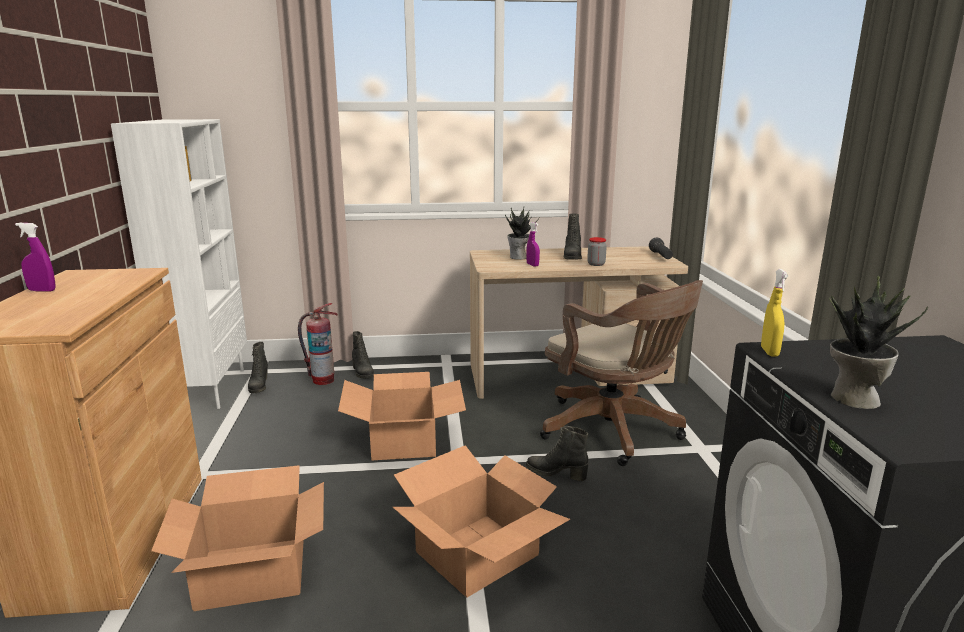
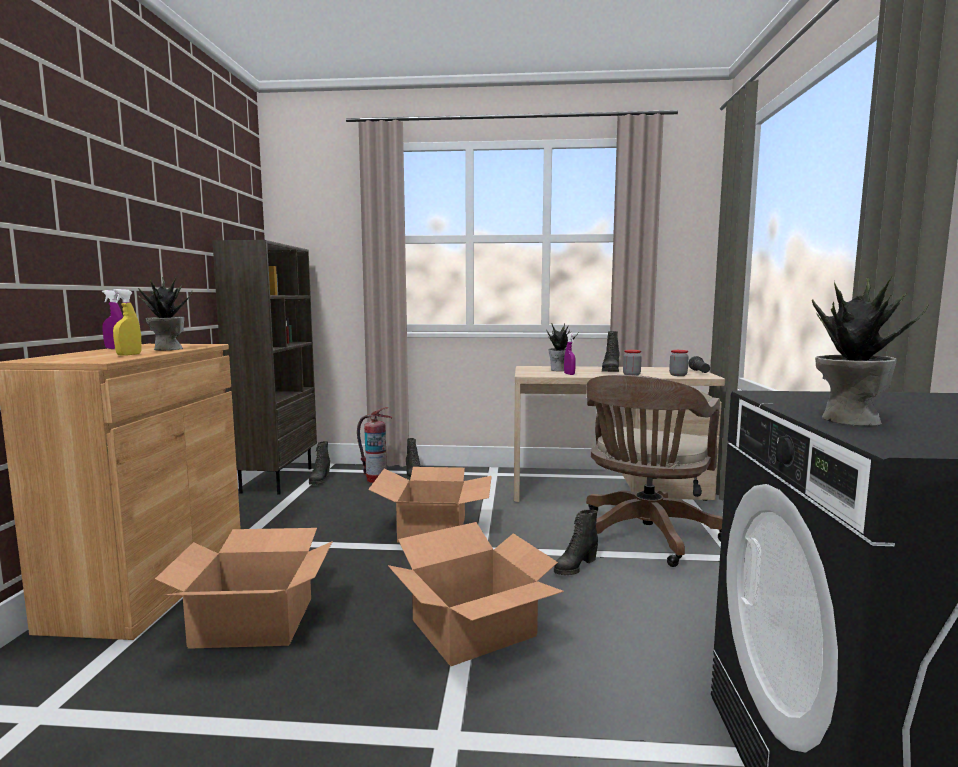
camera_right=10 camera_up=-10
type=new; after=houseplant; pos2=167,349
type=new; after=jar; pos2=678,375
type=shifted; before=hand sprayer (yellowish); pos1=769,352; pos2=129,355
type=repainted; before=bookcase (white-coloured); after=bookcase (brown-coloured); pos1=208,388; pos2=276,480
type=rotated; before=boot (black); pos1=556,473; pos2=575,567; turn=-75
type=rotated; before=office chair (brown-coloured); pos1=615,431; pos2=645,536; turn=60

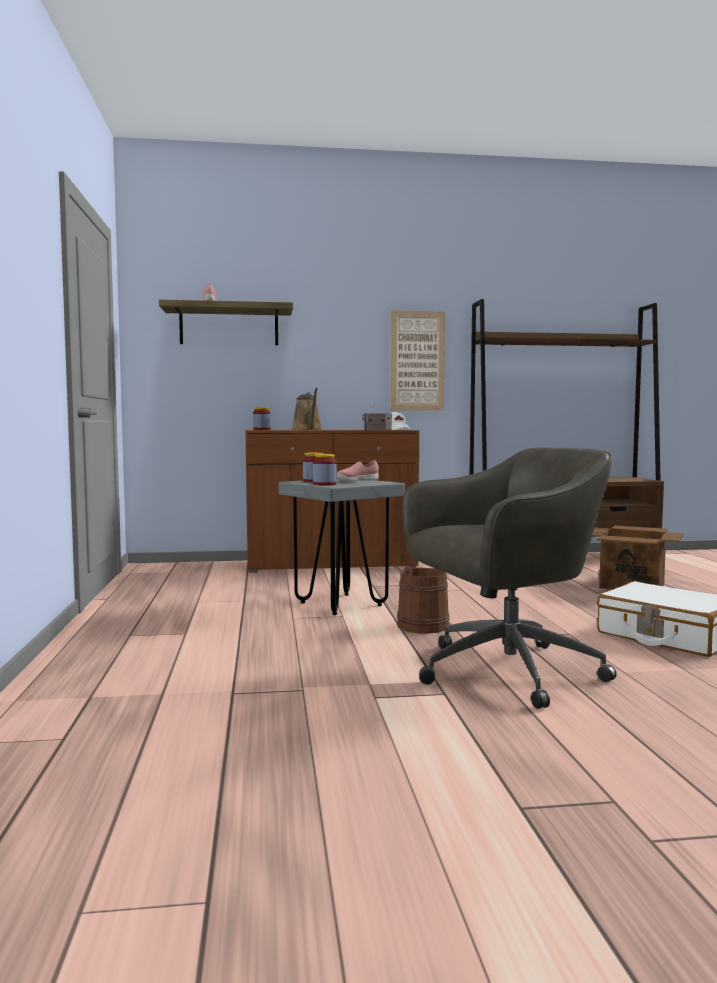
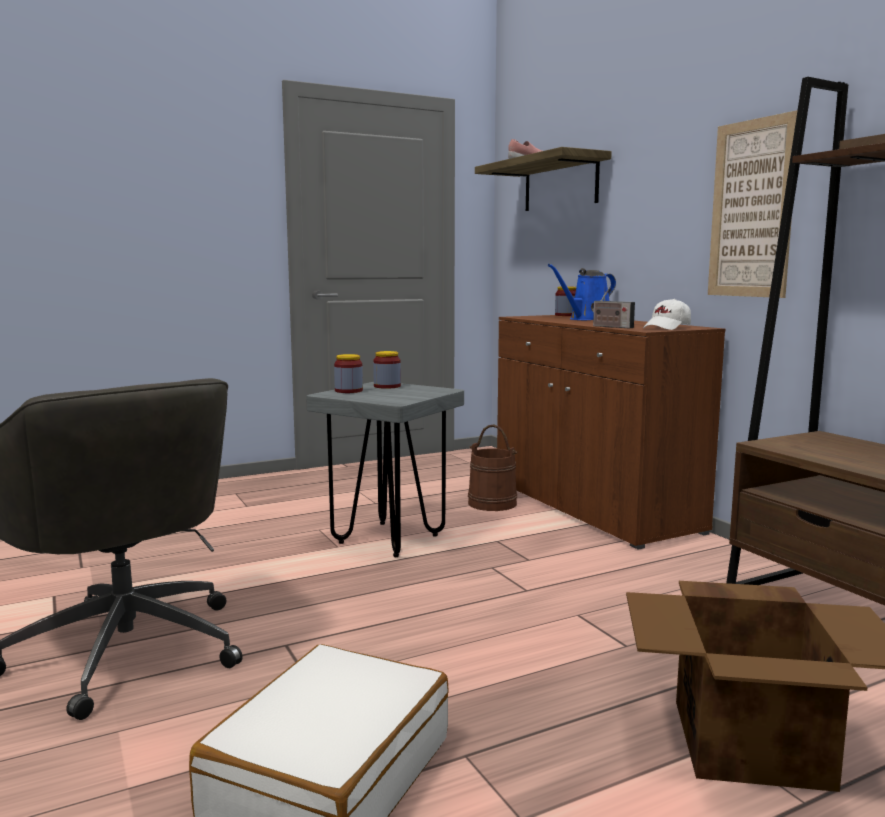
camera_right=70 camera_up=5
type=gone; before=item of footwear (pink); pos1=357,481
type=shifted; before=bucket (brown-coloured); pos1=422,625; pos2=492,503
type=repainted; before=watering pot (brown-coloured); after=watering pot (blue); pos1=308,429; pos2=587,319

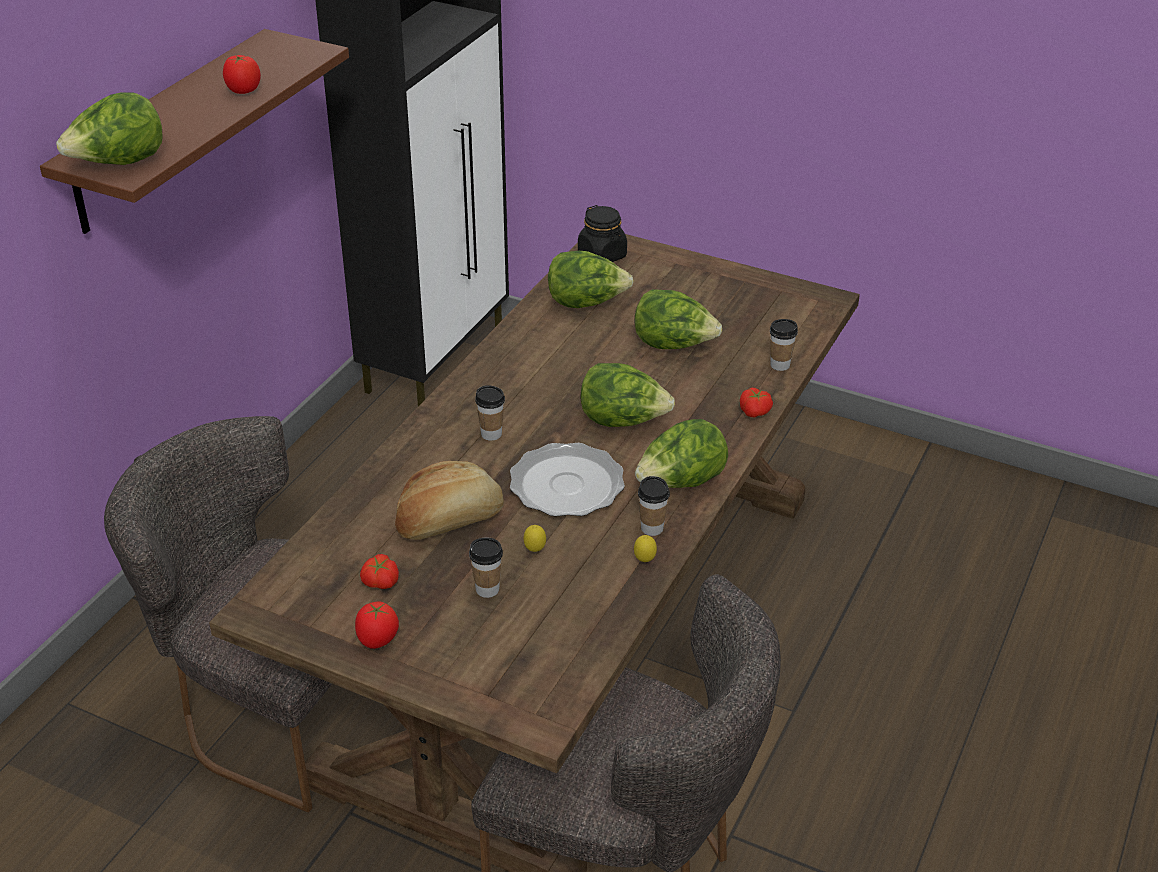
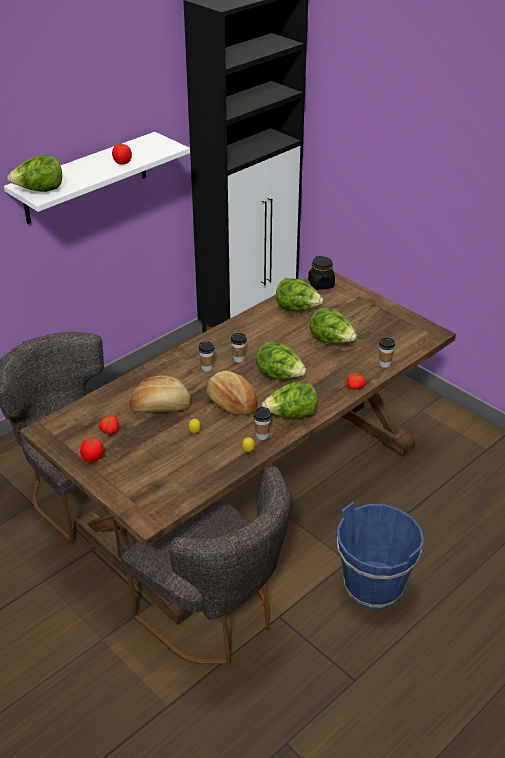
camera_right=20 camera_up=0
type=new; after=bucket (blue); pos2=374,586
type=shifted; before=drinking cup; pos1=487,589; pos2=238,359
type=swapped; before=plate; after=baked bread; pos1=567,484; pos2=231,403
type=repainted; before=wall shelf (brown-coloured); after=wall shelf (white-coloured); pos1=168,132; pos2=85,178

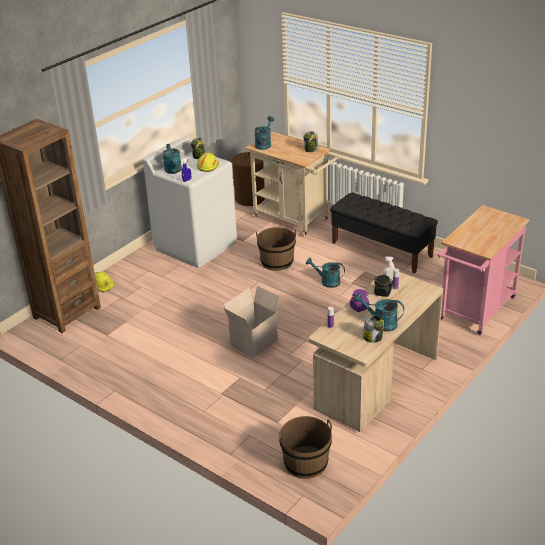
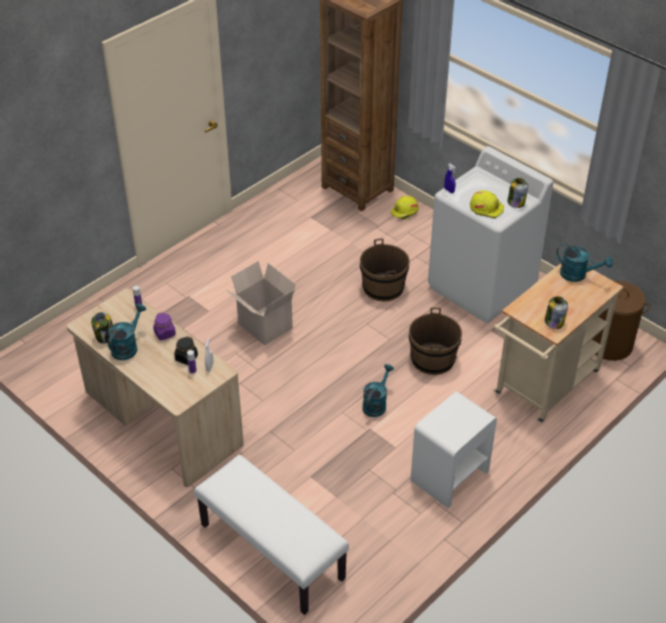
camera_right=95 camera_up=10
type=gone; before=watering pot (turquoise); pos1=174,171
type=shifted; before=bucket (brown-coloured); pos1=305,462; pos2=383,288
type=swapped; before=bench (black); after=night table (white-coloured); pos1=382,250; pos2=449,476
type=swapped; before=trolley (pink); after=bench (white-coloured); pos1=474,312; pos2=270,552

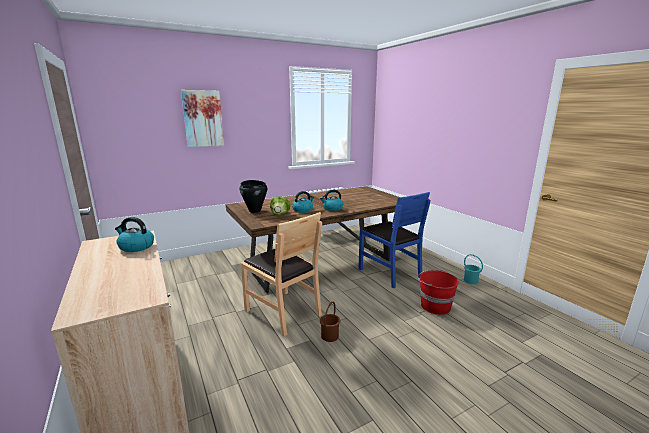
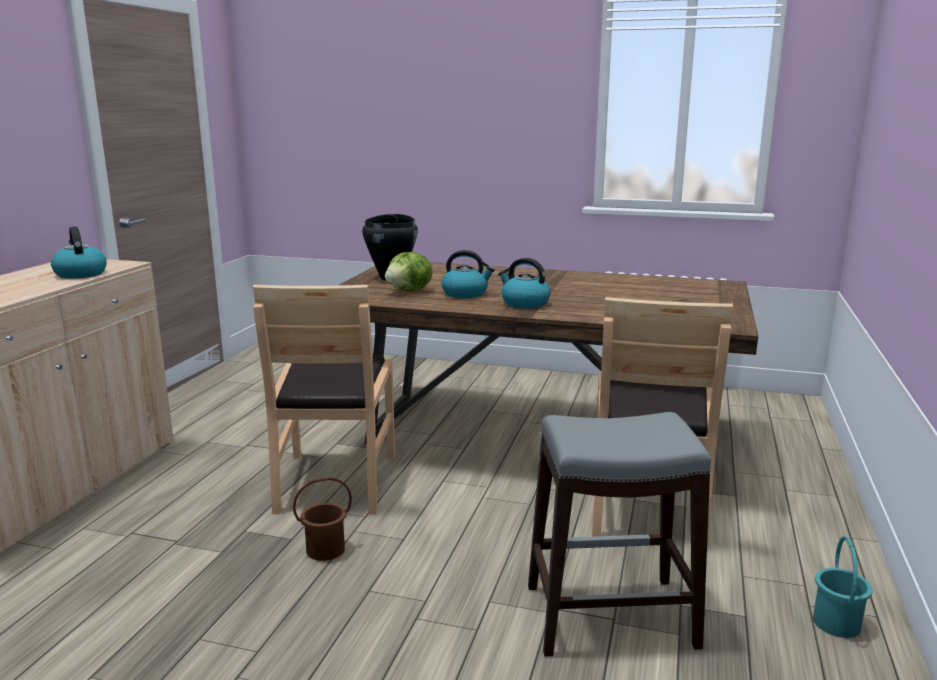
camera_right=45 camera_up=0
type=gone; before=wall picture; pos1=203,118
type=swapped; before=bucket (red-coloured); after=stool (grey); pos1=434,306; pos2=611,616
type=repainted; before=chair (blue); after=chair (brown-coloured); pos1=389,272; pos2=647,509

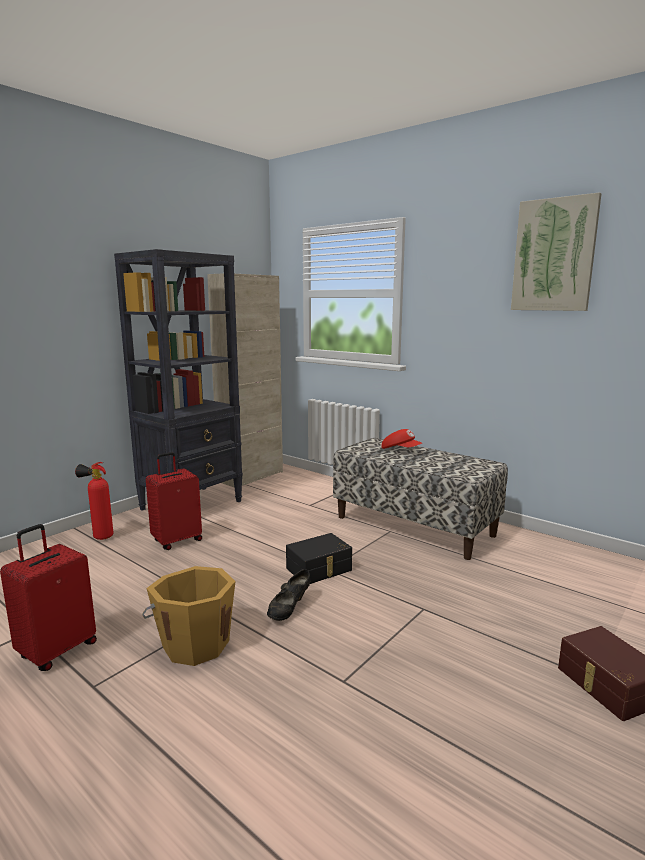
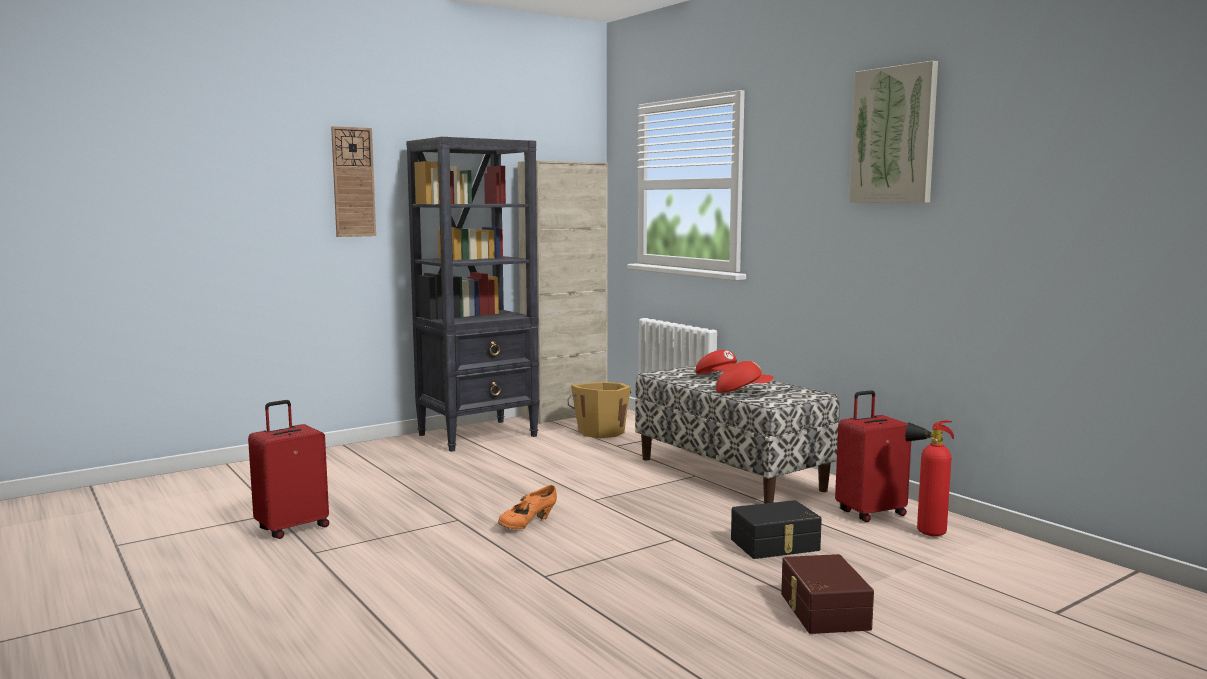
camera_right=15 camera_up=-5
type=new; after=clock on the wall; pos2=353,182
type=new; after=cap (red-coloured); pos2=742,391
type=shifted; before=fire-fighting cylinder; pos1=99,537; pos2=924,532
type=shifted; before=bucket (orange); pos1=195,643; pos2=600,432
type=shifted; before=piece of luggage (red-coloured); pos1=177,540; pos2=870,513
type=shifted; before=storage box (black); pos1=319,569; pos2=776,545
type=repainted; before=item of footwear (black); after=item of footwear (orange); pos1=289,609; pos2=527,524

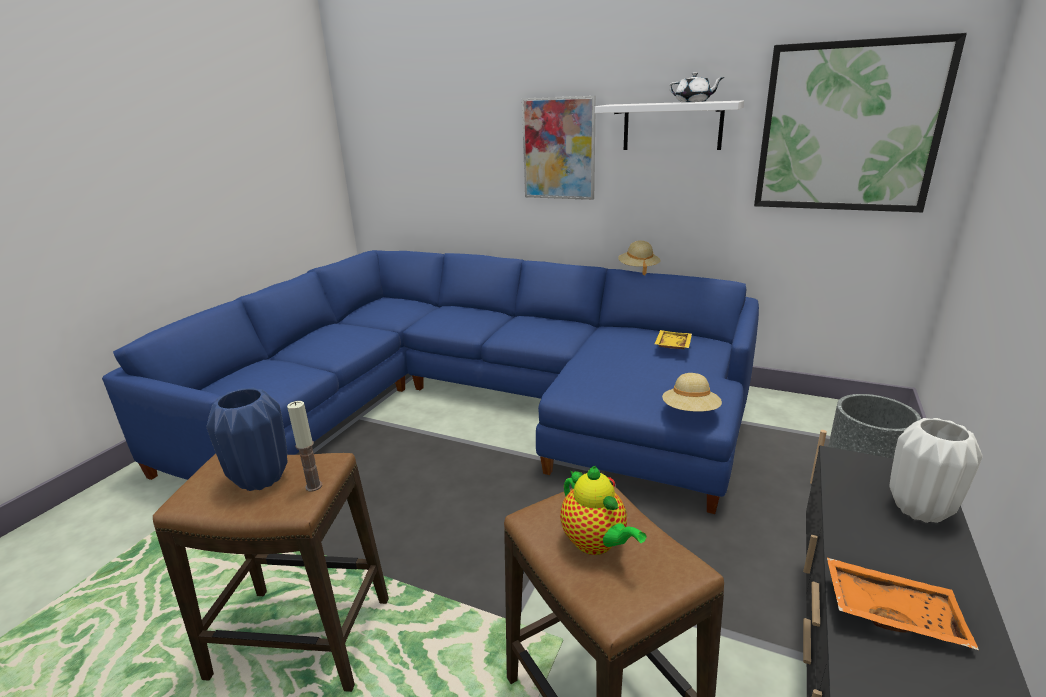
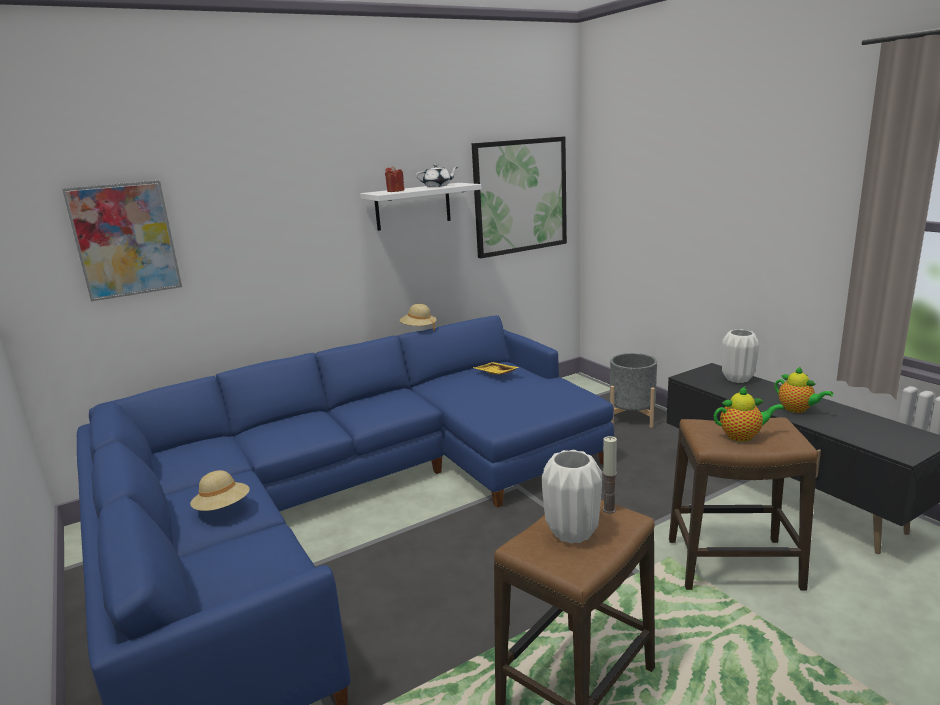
camera_right=-55 camera_up=-5
type=new; after=candle (red-coloured); pos2=395,191
type=shifted; before=wall picture; pos1=559,149; pos2=125,240
type=shifted; before=hat (beige-coloured); pos1=690,412; pos2=223,508
type=swapped; before=tray (orange); after=pot for tea; pos1=892,611; pos2=797,409
type=repainted; before=vase (blue); after=vase (white-coloured); pos1=262,478; pos2=572,532

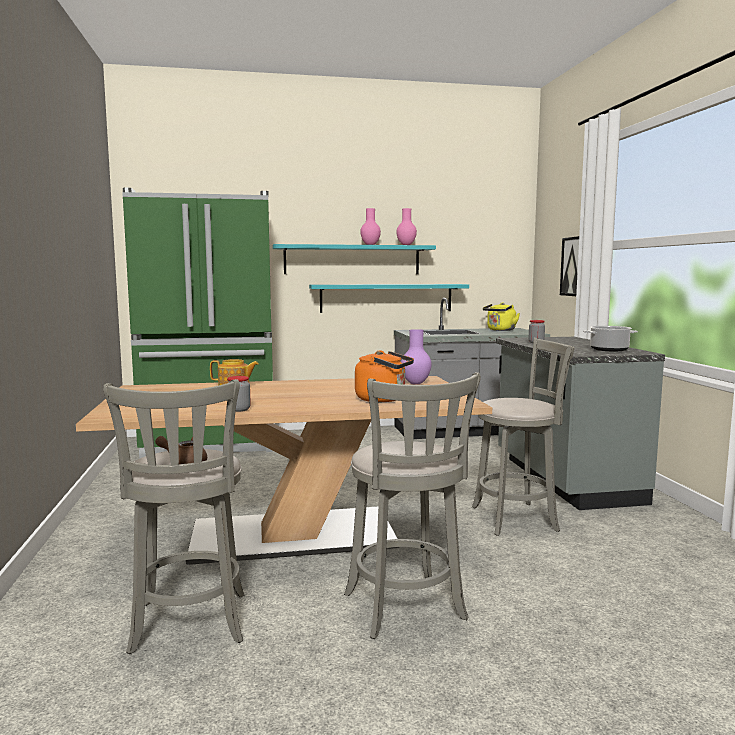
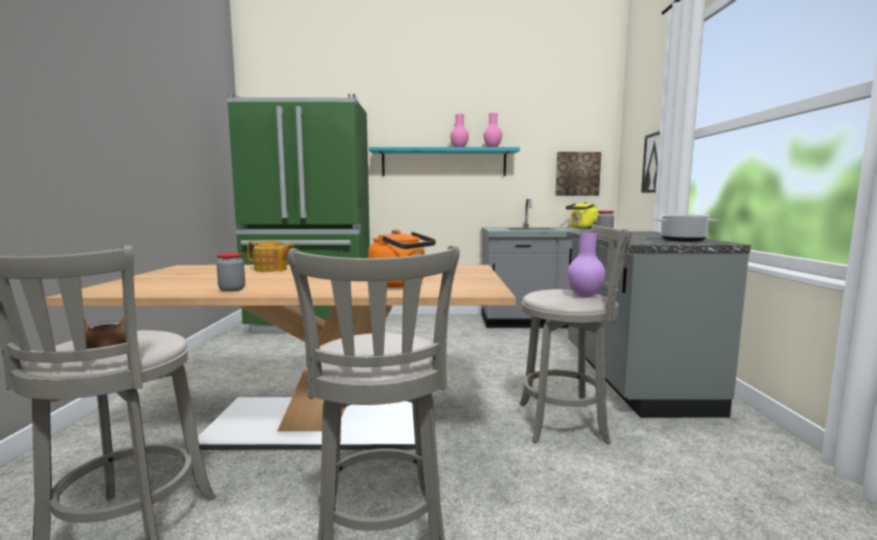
camera_right=10 camera_up=0
type=gone; before=wall shelf (turquoise); pos1=386,298
type=new; after=wall picture; pos2=577,174
type=shifted; before=vase (purple); pos1=415,383; pos2=584,296

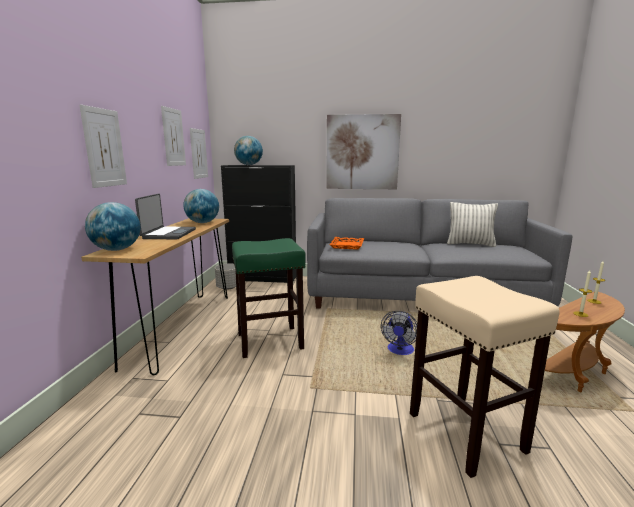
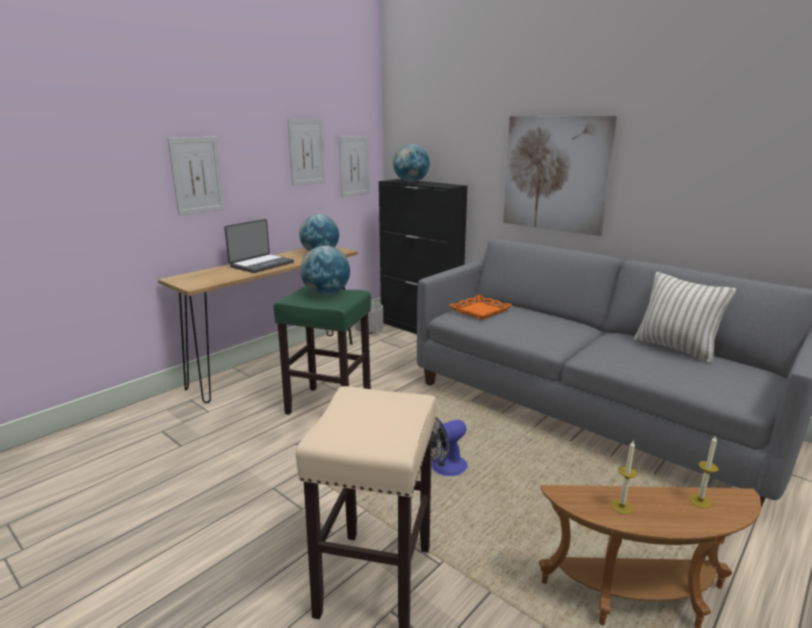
camera_right=35 camera_up=5
type=shifted; before=world globe; pos1=117,250; pos2=326,294

